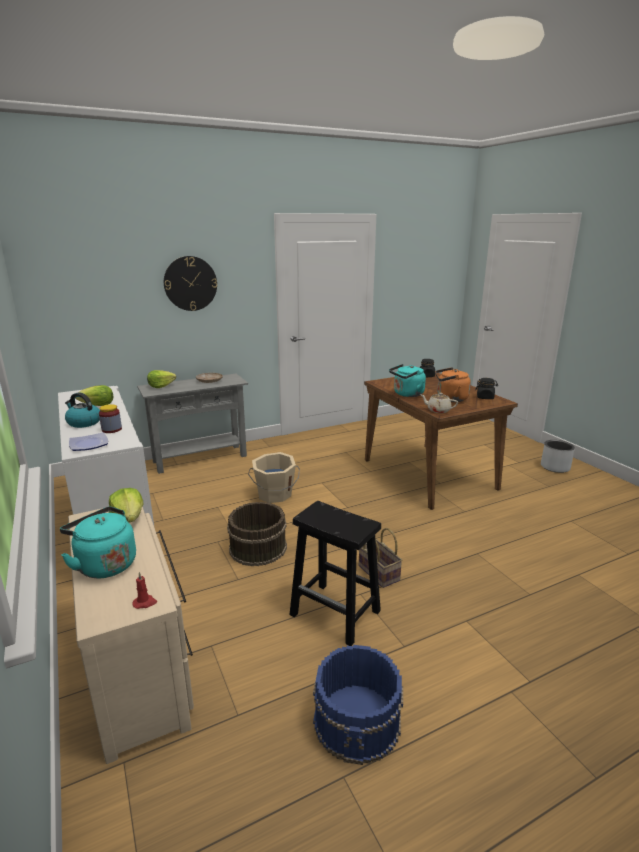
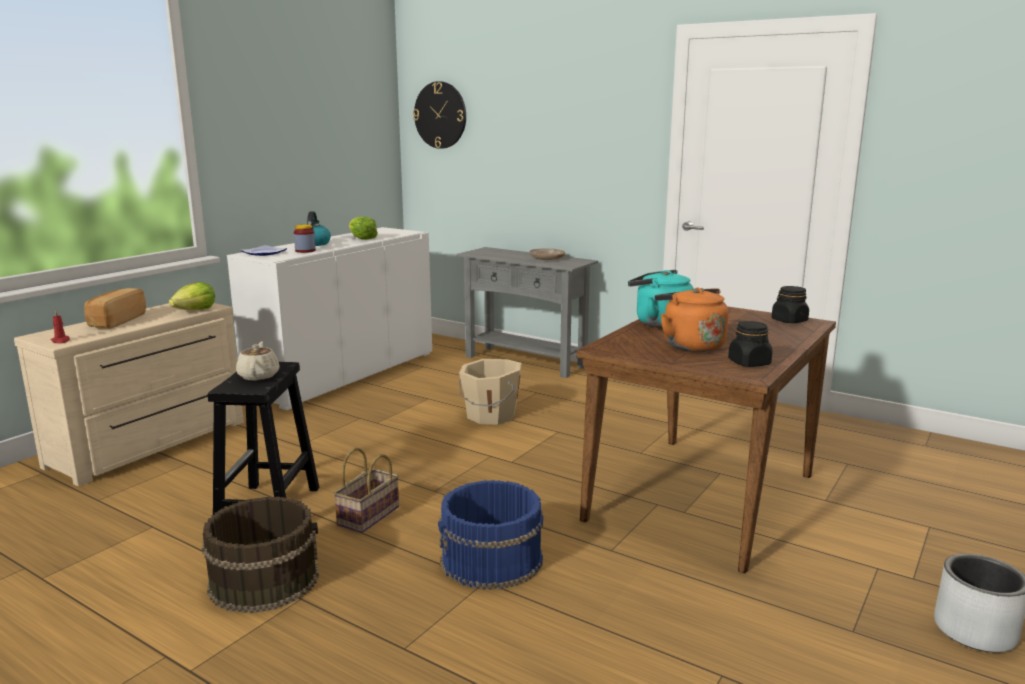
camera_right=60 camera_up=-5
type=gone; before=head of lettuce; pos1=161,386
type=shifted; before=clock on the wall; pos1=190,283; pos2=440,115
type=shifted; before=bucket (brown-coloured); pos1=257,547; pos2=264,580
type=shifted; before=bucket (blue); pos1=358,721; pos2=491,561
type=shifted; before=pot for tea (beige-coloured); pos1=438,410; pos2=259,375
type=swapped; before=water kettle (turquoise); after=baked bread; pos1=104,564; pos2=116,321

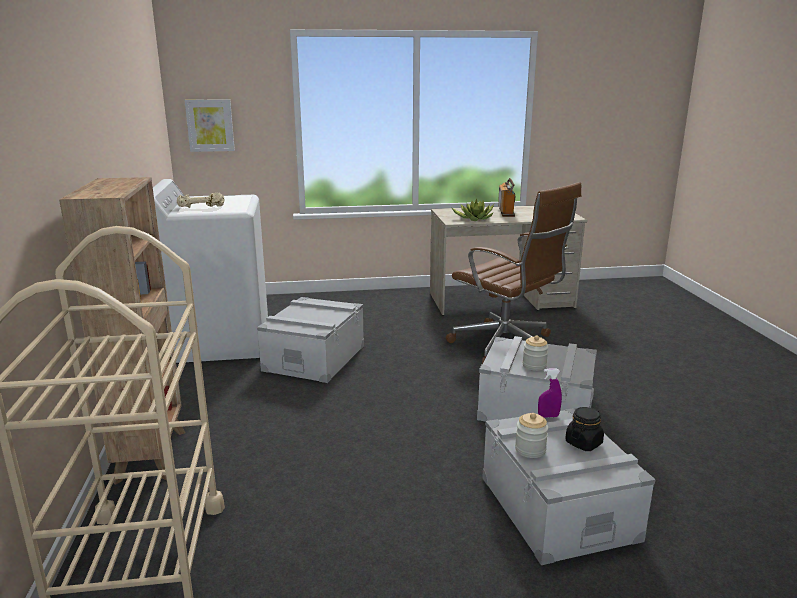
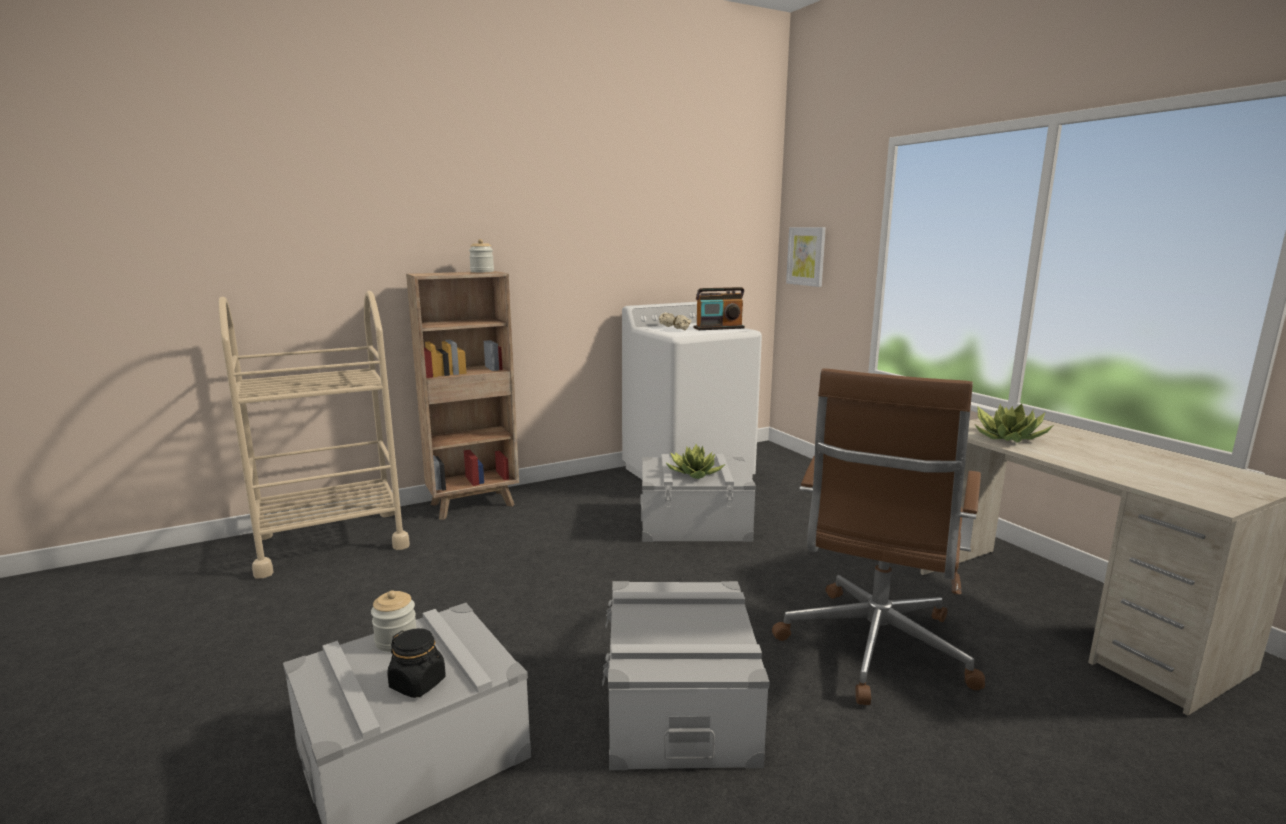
camera_right=70 camera_up=-5
type=gone; before=hand sprayer (purple); pos1=548,416
type=new; after=houseplant; pos2=694,474
type=shifted; before=radio receiver; pos1=507,212; pos2=719,328
type=shifted; before=jar; pos1=534,365; pos2=482,271

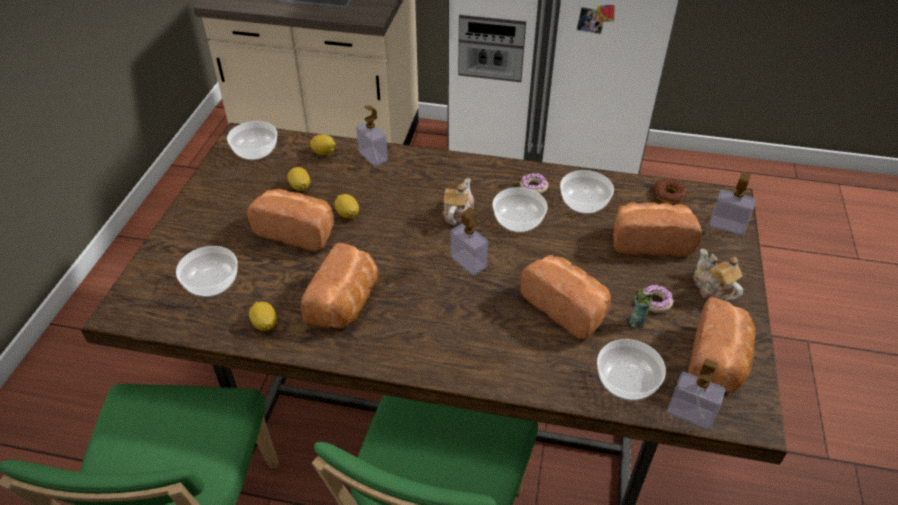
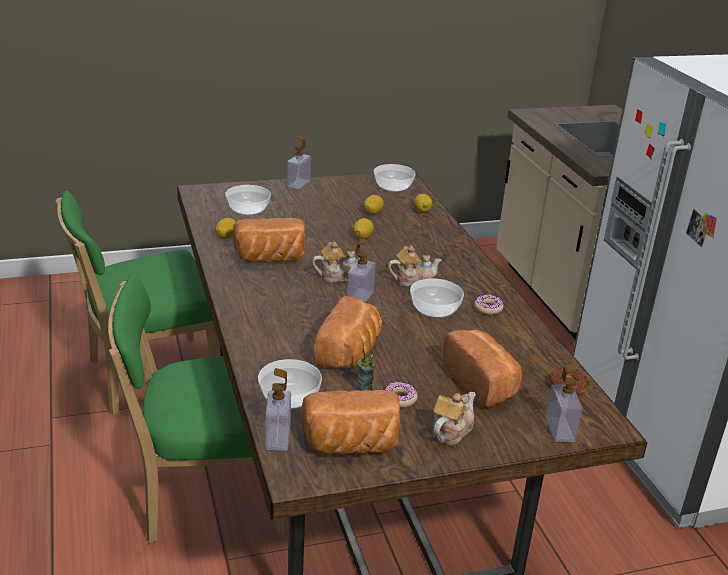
camera_right=60 camera_up=-15
type=gone; before=baked bread; pos1=298,231
type=gone; before=bowl; pos1=583,202
type=new; after=pot for tea; pos2=338,276
type=shifted; before=soap dispenser; pos1=373,156; pos2=298,184

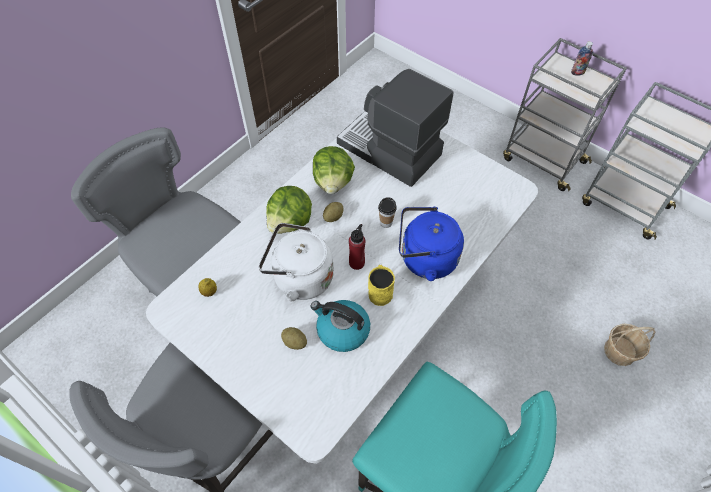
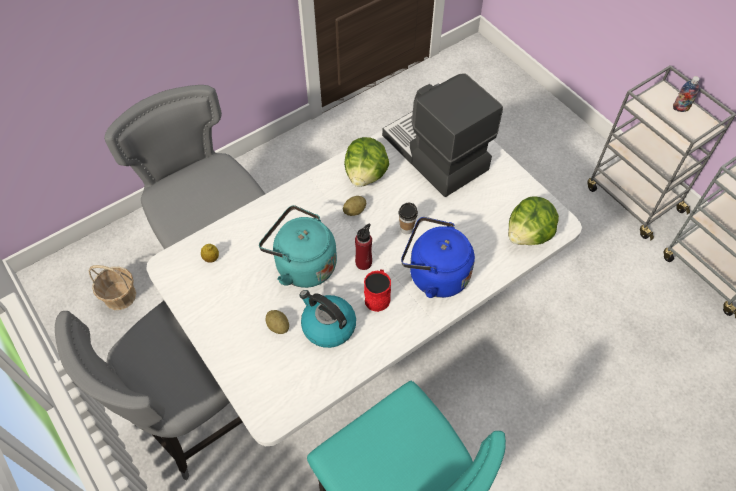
camera_right=15 camera_up=0
type=shifted; before=head of lettuce; pos1=290,222; pos2=529,235
type=shifted; before=basket; pos1=620,351; pos2=120,296
type=repainted; before=water kettle (white-coloured); after=water kettle (turquoise); pos1=299,278; pos2=302,265
type=repainted; before=coffee mug (yellowish); after=coffee mug (red-coloured); pos1=380,291; pos2=378,296

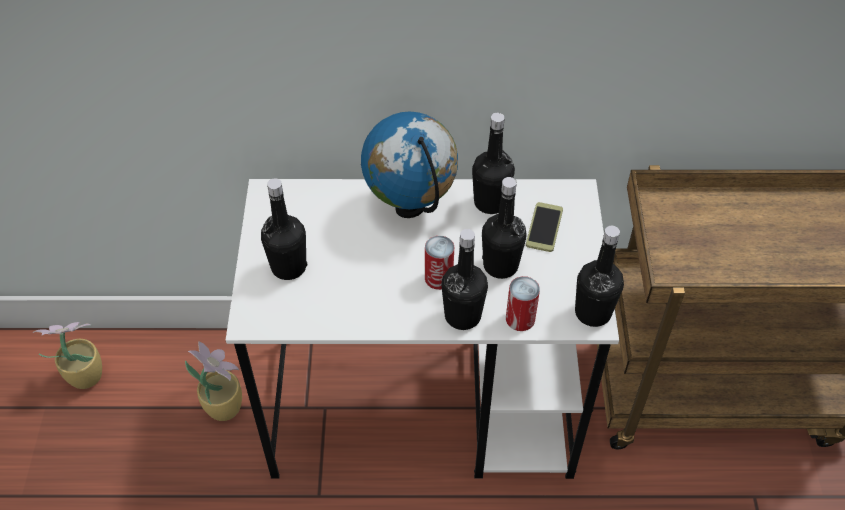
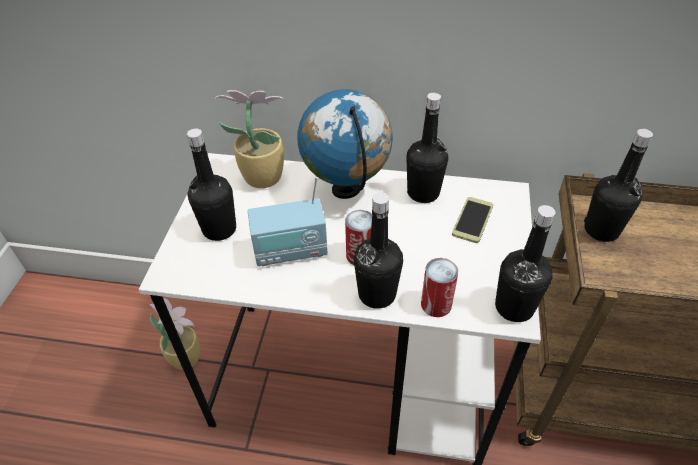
camera_right=10 camera_up=-5
type=new; after=radio receiver; pos2=290,251
type=shifted; before=houseplant; pos1=84,375; pos2=261,177
type=shifted; before=drink bottle (black); pos1=500,265; pos2=601,230

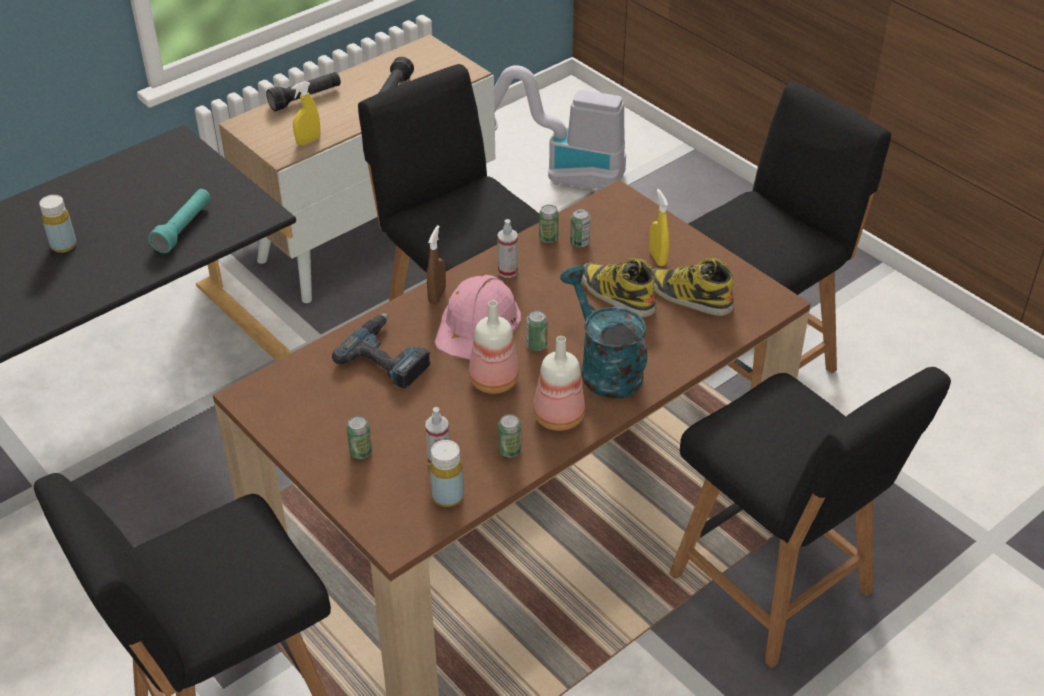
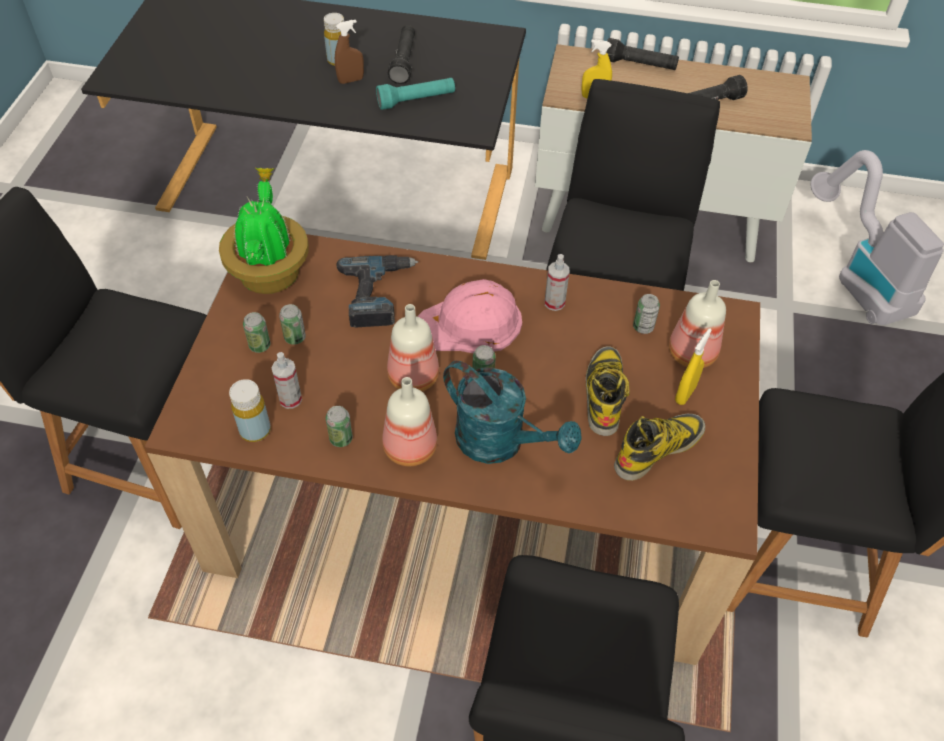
camera_right=50 camera_up=10
type=new; after=houseplant; pos2=270,271
type=new; after=flashlight (black); pos2=404,61
type=new; after=drink bottle; pos2=691,354
type=shifted; before=hand sprayer (brown-coloured); pos1=437,295; pos2=351,80
type=shifted; before=metal can; pos1=548,238; pos2=295,337
type=rotated; before=watering pot (turquoise); pos1=604,368; pos2=501,442; turn=105
type=rotated; before=boot; pos1=688,296; pos2=658,448; turn=60

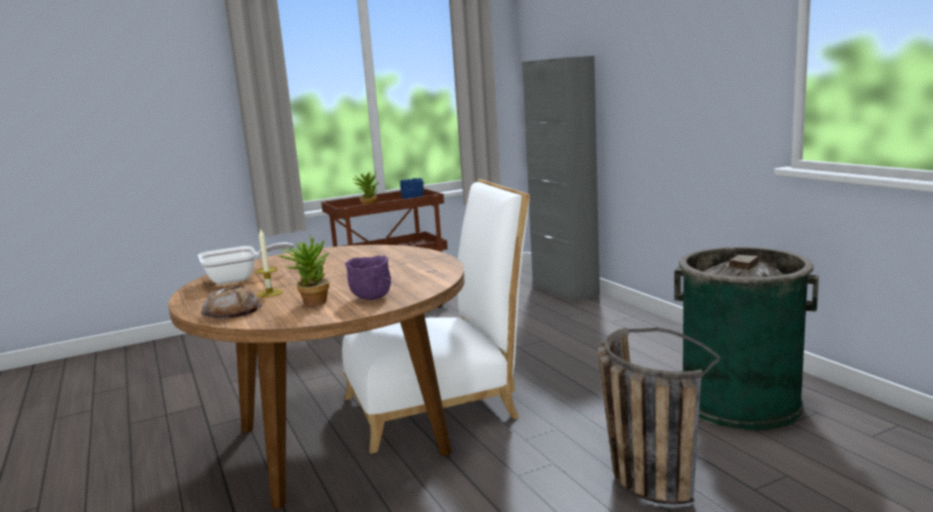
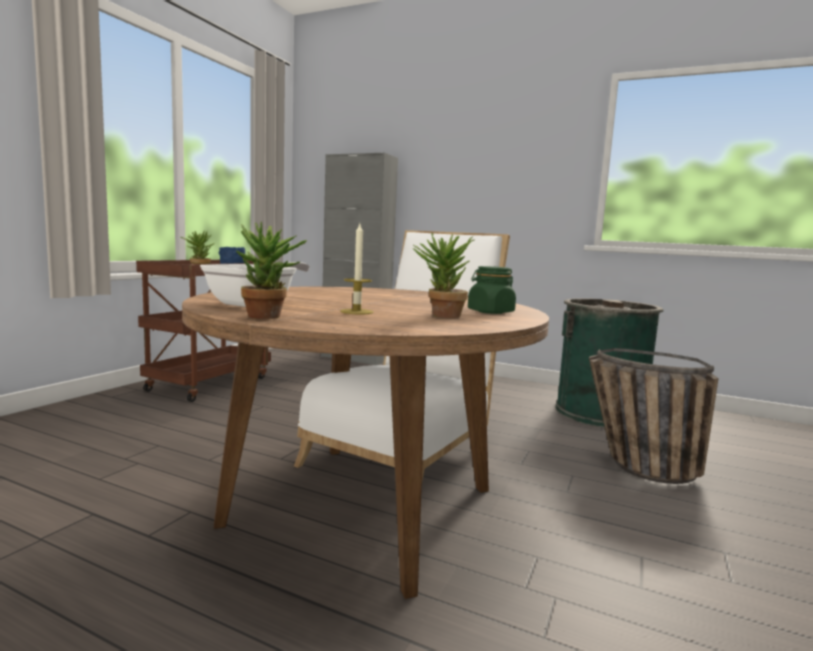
camera_right=-40 camera_up=-5
type=gone; before=baked bread; pos1=232,311
type=new; after=houseplant; pos2=270,317
type=swapped; before=bowl (purple); after=jar (green-coloured); pos1=372,298; pos2=490,312

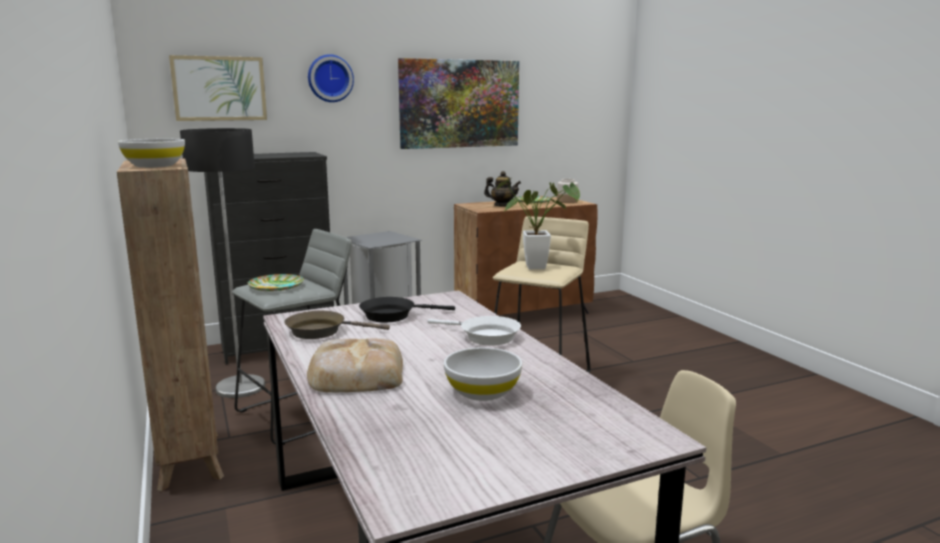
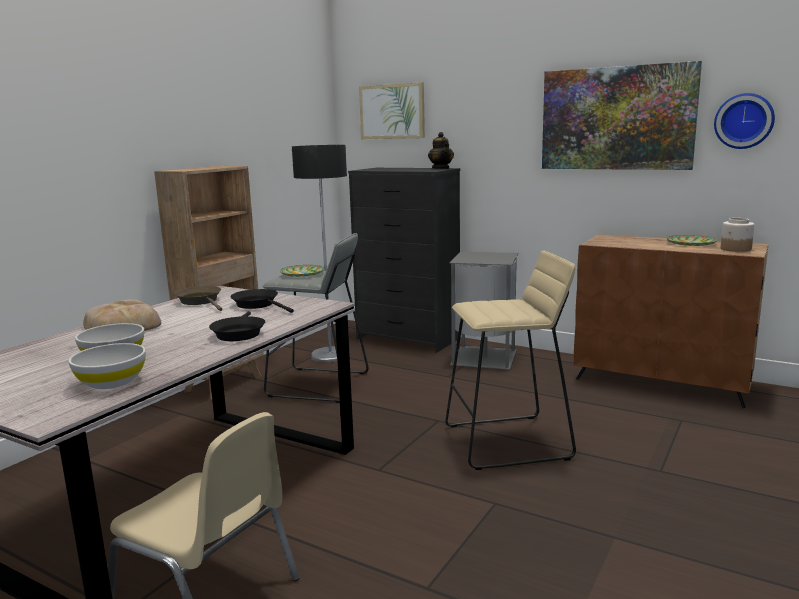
camera_right=55 camera_up=0
type=gone; before=houseplant; pos1=541,267
type=shifted; before=bowl (white-coloured); pos1=154,166; pos2=111,382
type=shifted; before=clock on the wall; pos1=330,78; pos2=744,121
type=shifted; before=pot for tea; pos1=502,206; pos2=441,168
type=repainted; before=skillet (white-coloured); after=skillet (black); pos1=485,336; pos2=238,333

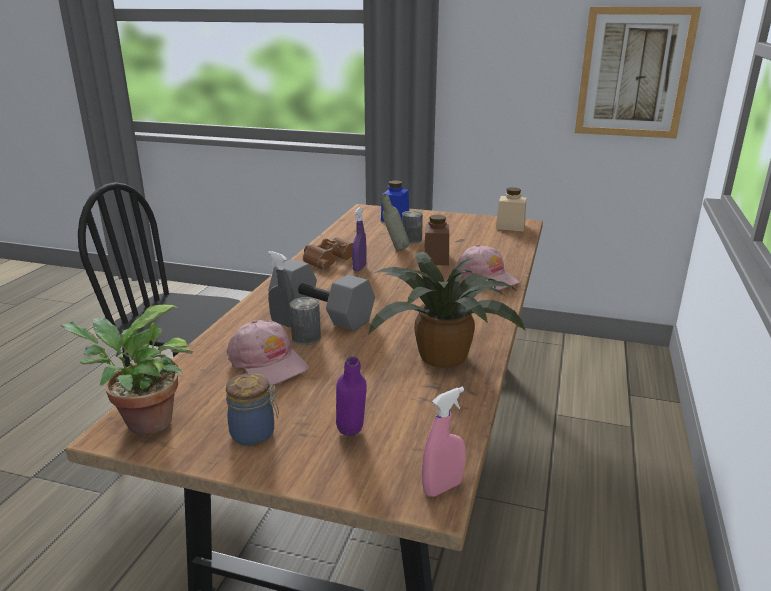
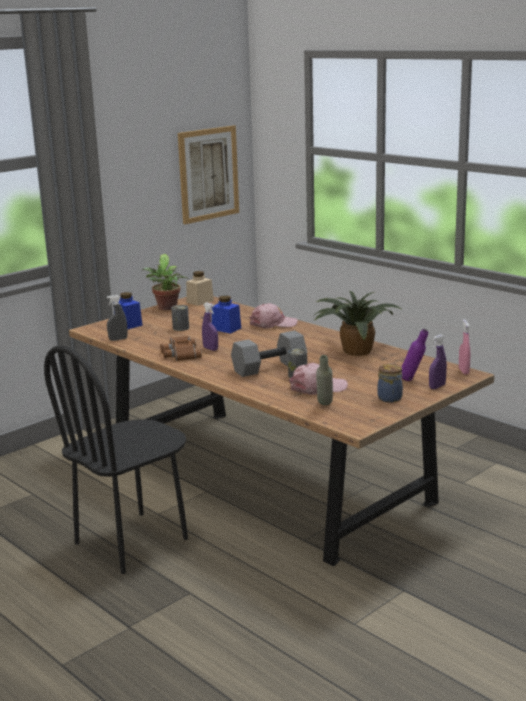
camera_right=-60 camera_up=-5
type=new; after=hand sprayer (purple); pos2=437,387
type=shifted; before=houseplant; pos1=143,424; pos2=167,308
type=shifted; before=hand sprayer (grey); pos1=283,323; pos2=118,339
type=shifted; before=drink bottle (grey); pos1=394,250; pos2=324,406
type=repainted; before=jar (brown-coloured); after=jar (blue); pos1=436,259; pos2=226,329

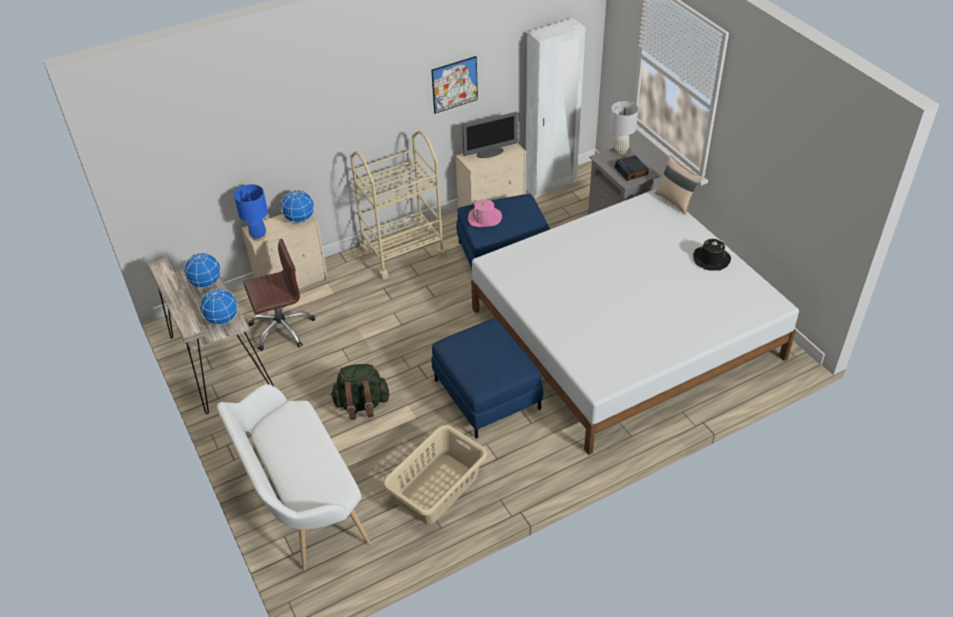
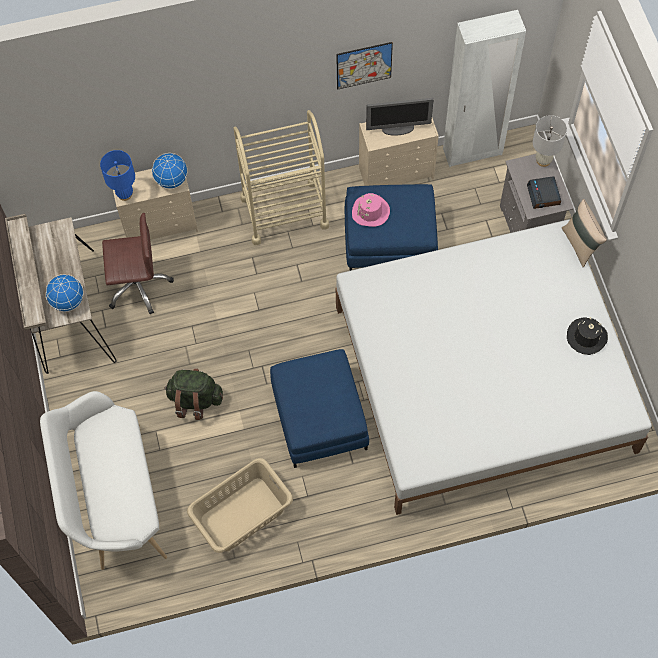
camera_right=15 camera_up=20
type=gone; before=world globe; pos1=206,283

